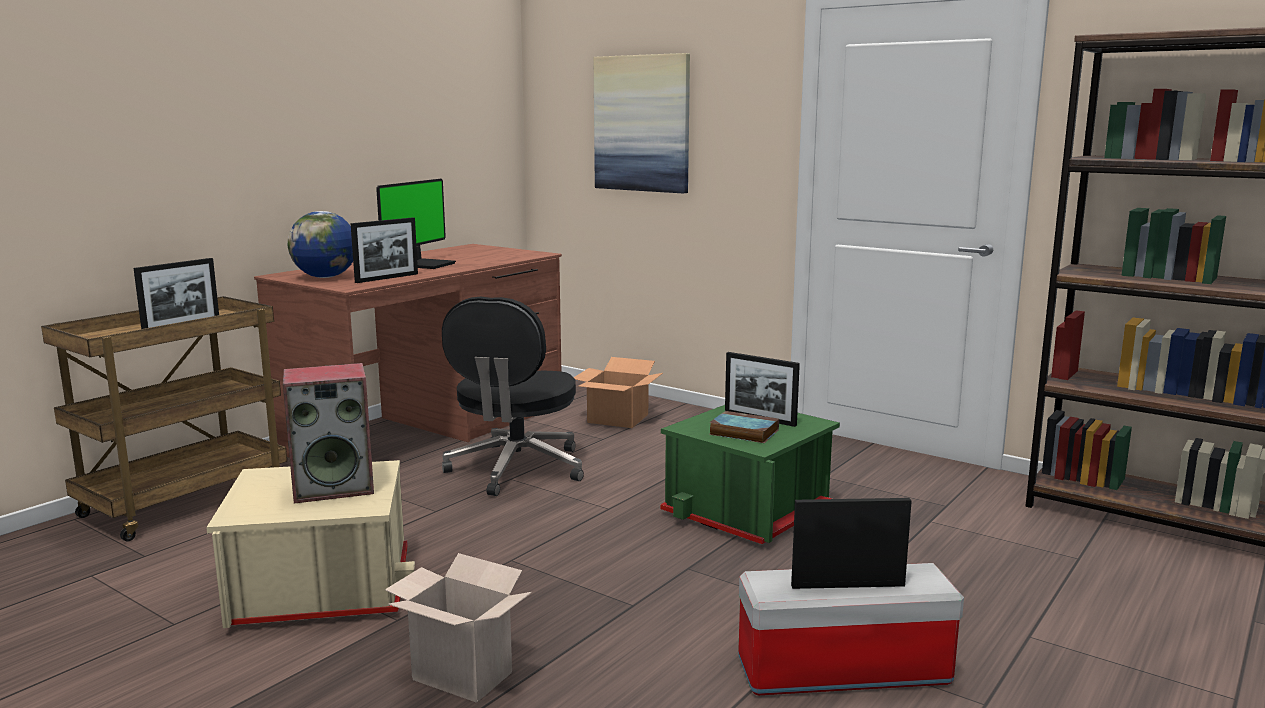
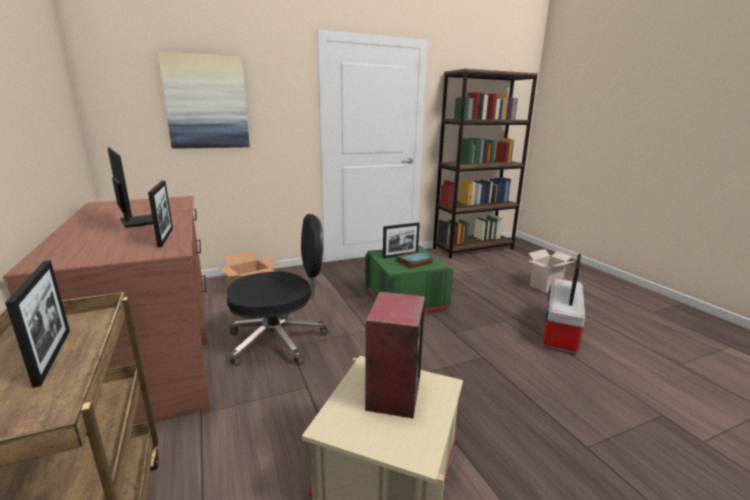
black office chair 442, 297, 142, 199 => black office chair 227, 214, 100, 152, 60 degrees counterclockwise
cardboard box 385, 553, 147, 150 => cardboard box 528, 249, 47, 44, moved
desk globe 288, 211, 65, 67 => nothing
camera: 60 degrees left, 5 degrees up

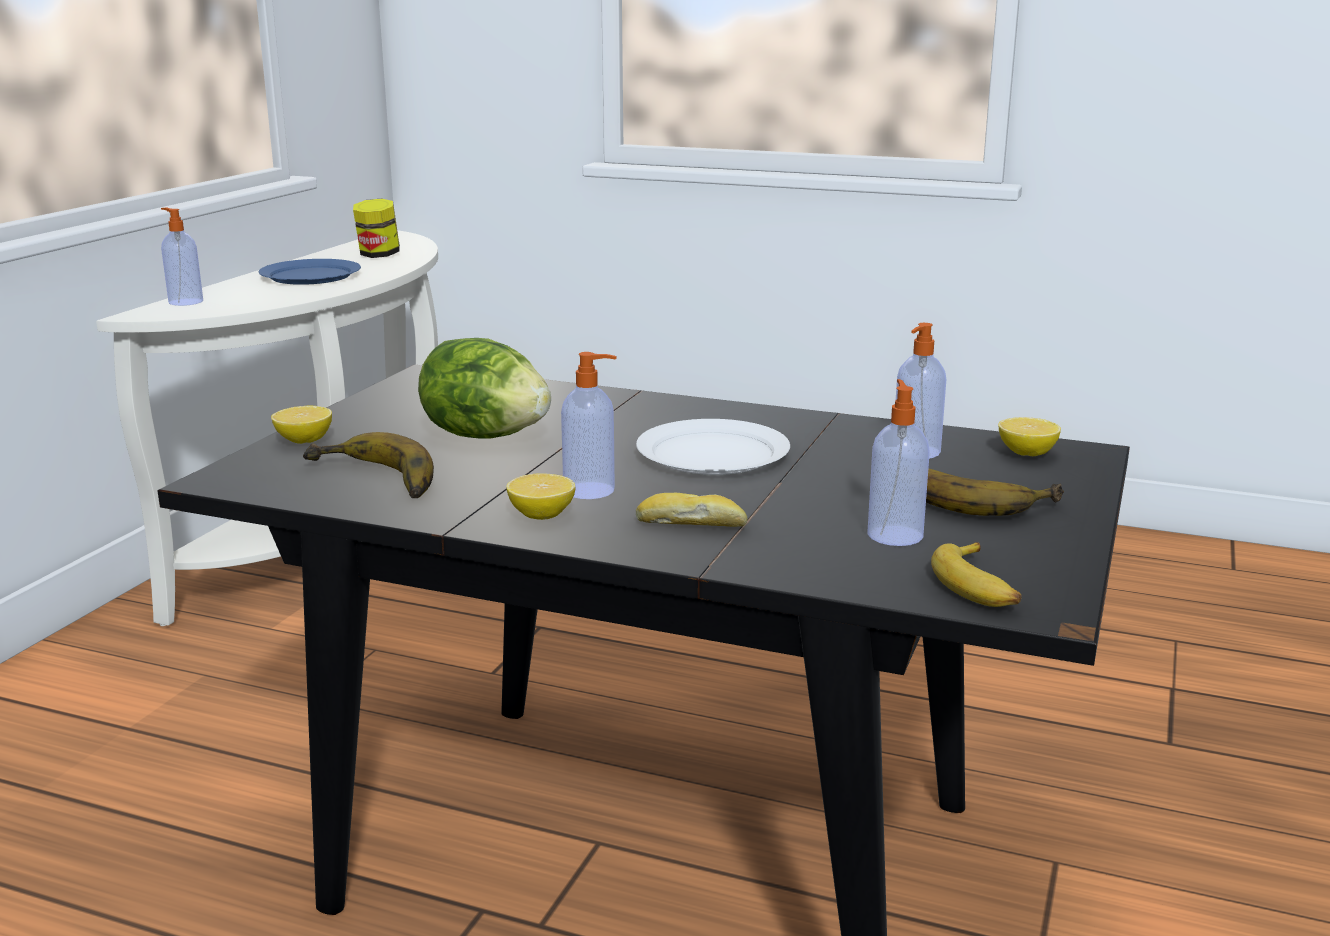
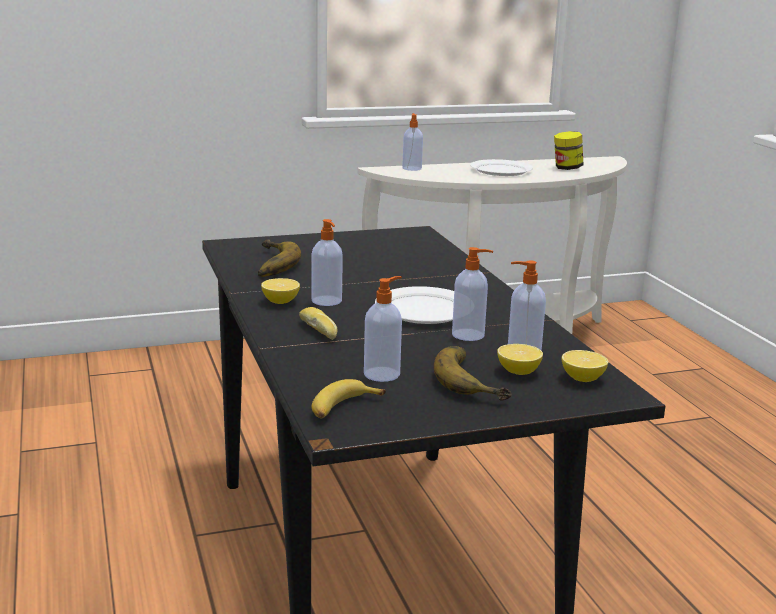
nothing => soap dispenser 452, 247, 41, 94
bluish dinner plate 259, 259, 102, 26 => whitish dinner plate 470, 159, 63, 17
whole lemon 271, 406, 61, 38 => whole lemon 497, 344, 46, 31, moved
lettuce head 418, 338, 133, 101 => nothing
camera: 50 degrees right, 0 degrees up

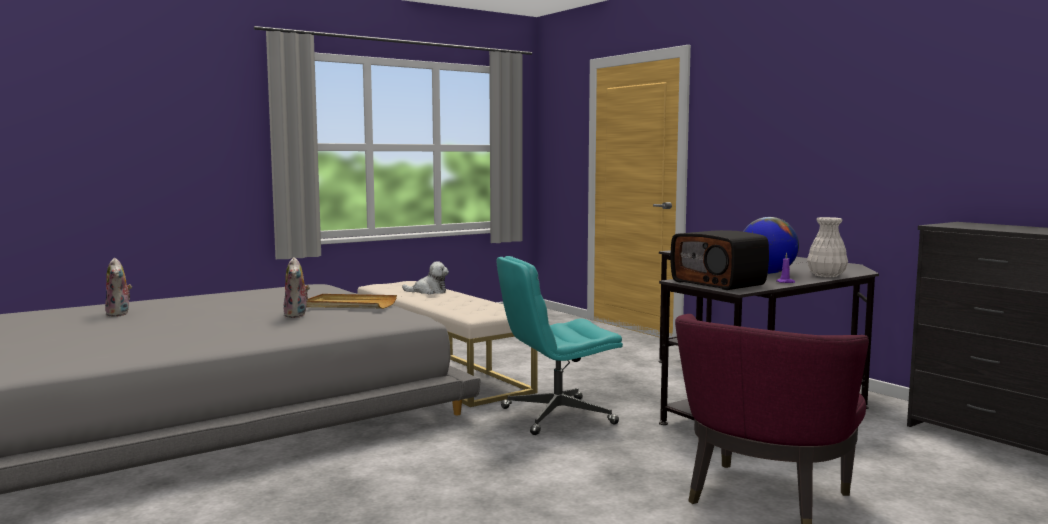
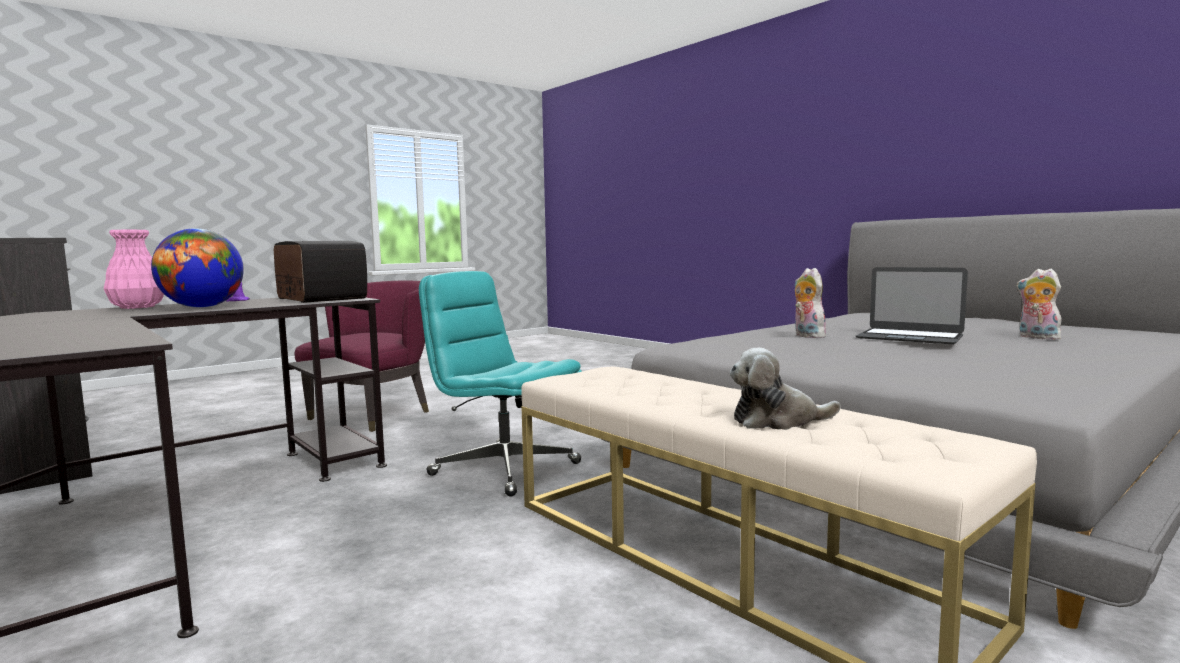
whitish decorative vase 807, 217, 41, 60 => pink-coloured decorative vase 104, 230, 60, 79
blue-green office chair 497, 256, 126, 179 => blue-green office chair 419, 271, 163, 226, 120 degrees counterclockwise
nothing => notebook computer 856, 267, 112, 77
sand-coloured serving tray 306, 294, 91, 15 => nothing
camera: 175 degrees right, 0 degrees up

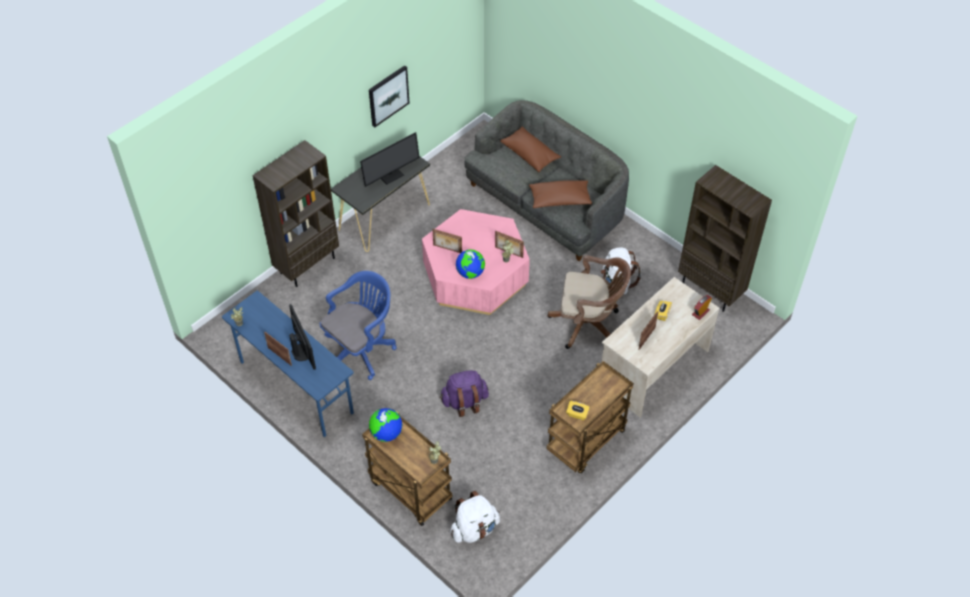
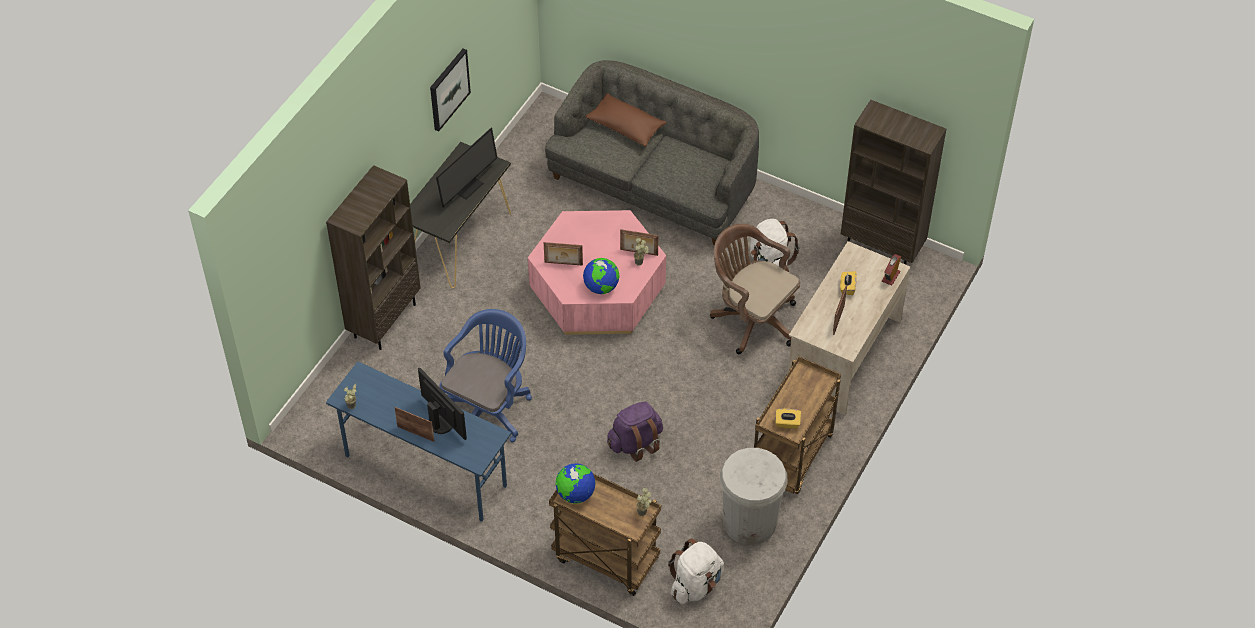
brownish office chair 548, 255, 83, 94 => brownish office chair 710, 224, 90, 130, 135 degrees counterclockwise
nothing => whitish waste bin 720, 448, 68, 97
brownish throw pillow 529, 180, 63, 28 => nothing
camera: 15 degrees left, 0 degrees up

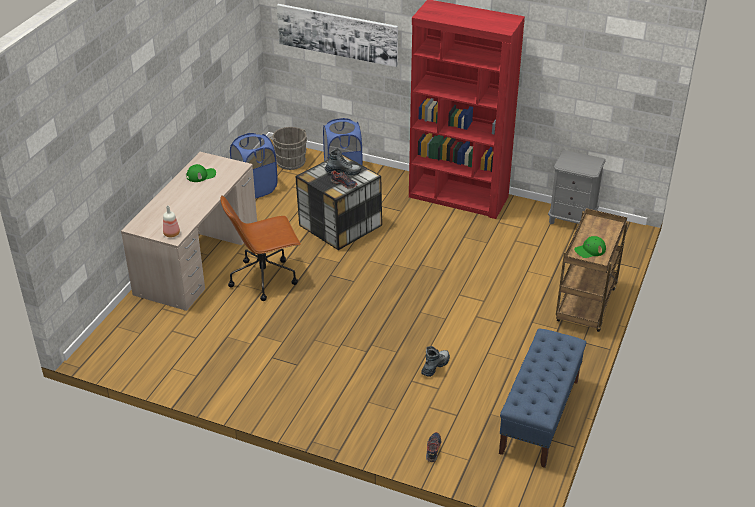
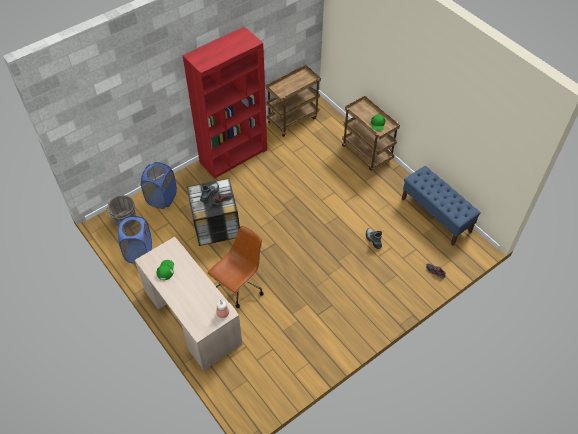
brownish office chair 220, 195, 81, 106 => brownish office chair 207, 226, 57, 82, 150 degrees counterclockwise
grey night table 548, 150, 58, 74 => brownish wheeled cart 266, 65, 55, 72
wall art 277, 4, 121, 63 => nothing
camera: 60 degrees left, 15 degrees up

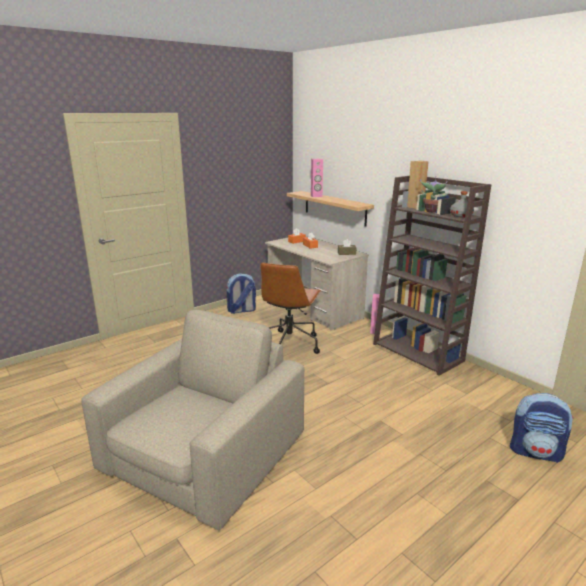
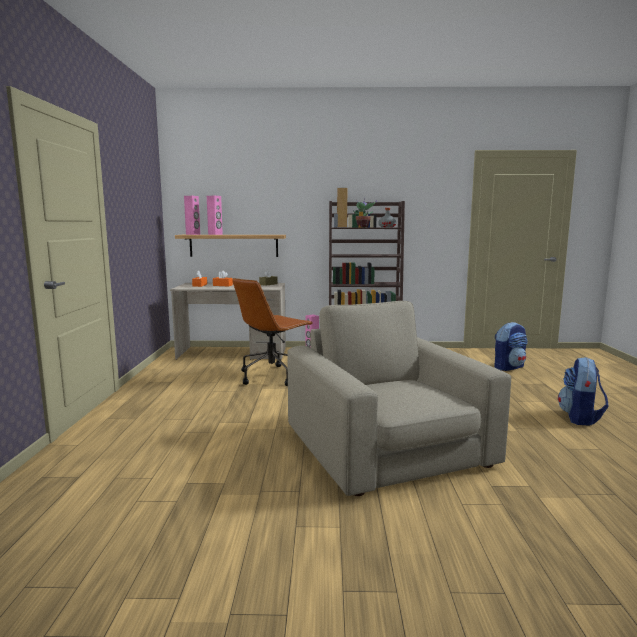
nothing => pink-coloured audio speaker 184, 196, 16, 39
brownish office chair 260, 262, 61, 92 => brownish office chair 232, 278, 81, 108, 75 degrees clockwise
backpack 226, 273, 30, 41 => backpack 558, 357, 51, 69, moved
camera: 50 degrees left, 10 degrees down

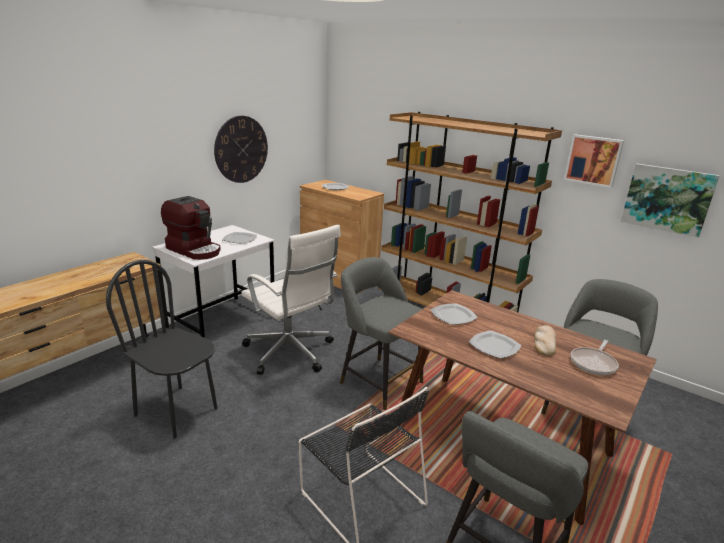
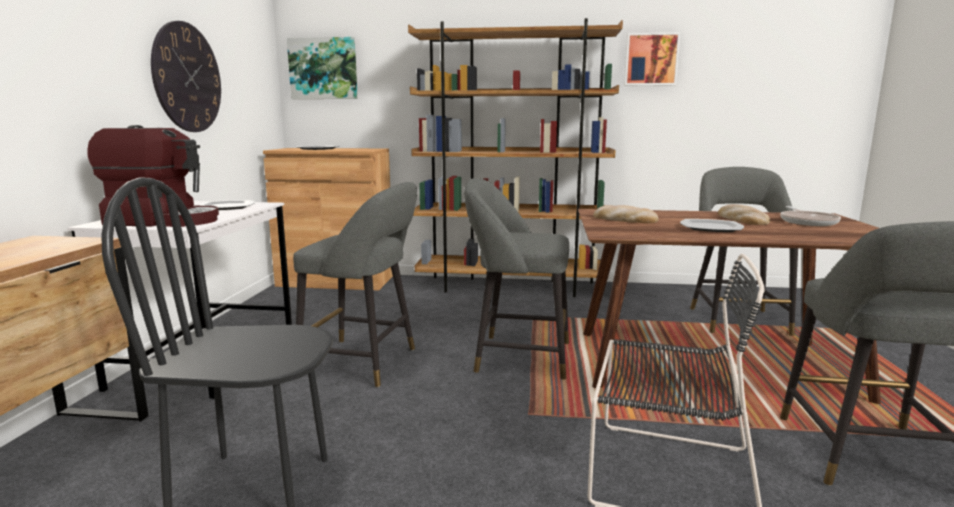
wall art 621, 163, 99, 75 => wall art 287, 37, 71, 62, moved
whitish office chair 241, 224, 100, 151 => grey stool 293, 182, 124, 205
dinner plate 431, 303, 47, 22 => bread 593, 205, 66, 18
camera: 30 degrees left, 10 degrees down

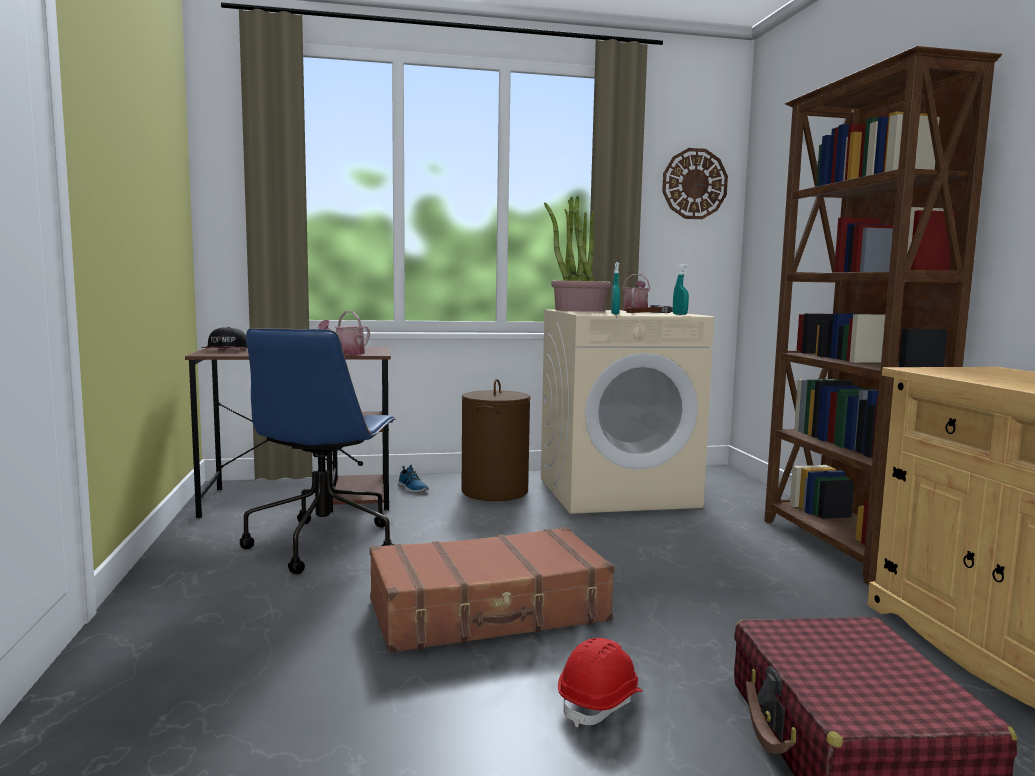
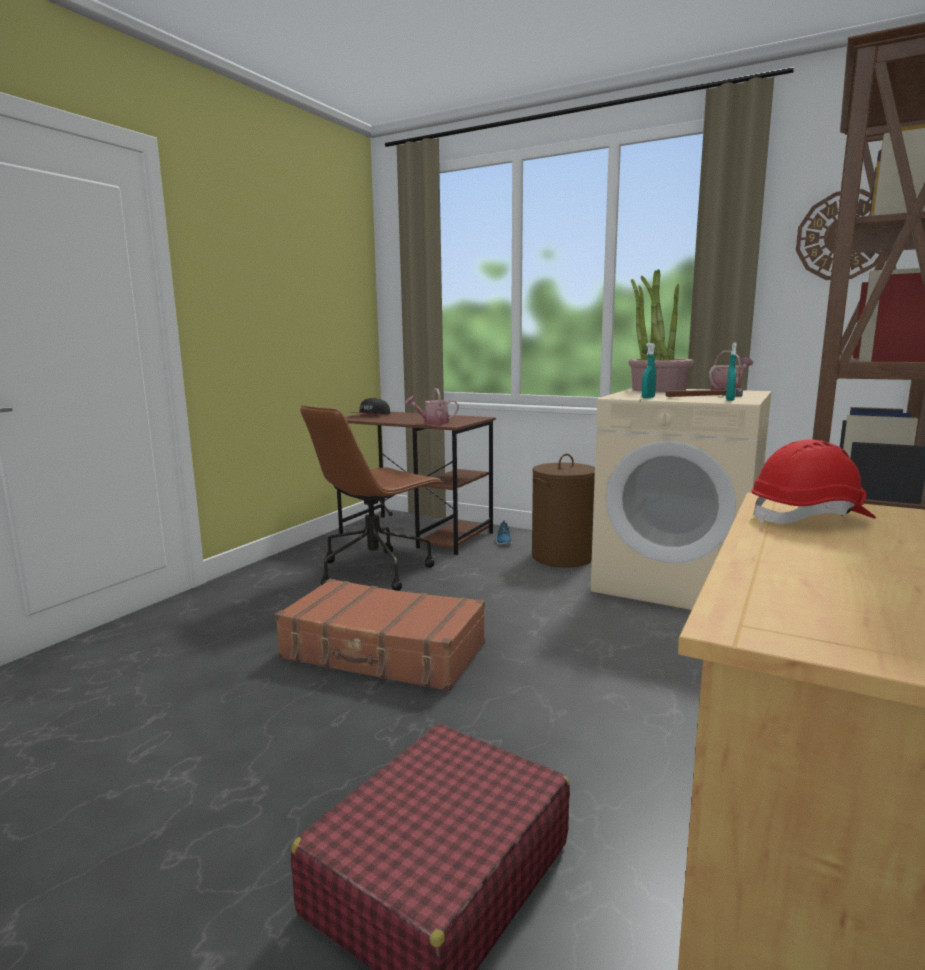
bluish office chair 240, 328, 156, 246 => brownish office chair 300, 405, 143, 186
reddish safety helmet 558, 638, 85, 90 => reddish safety helmet 752, 439, 124, 85, moved
camera: 40 degrees right, 5 degrees up

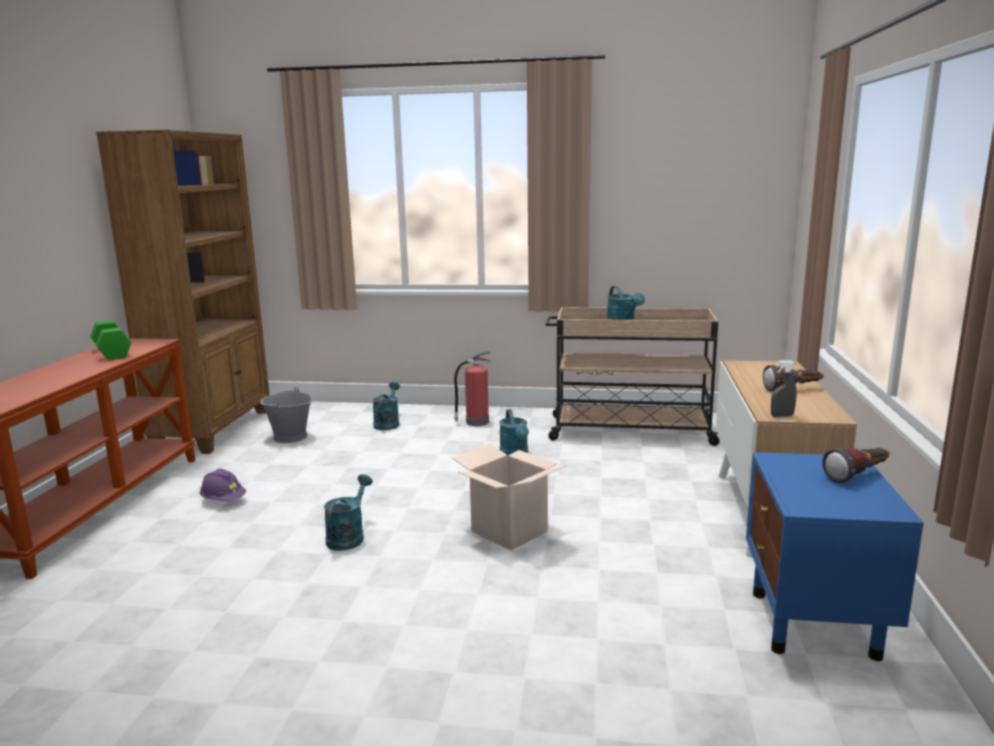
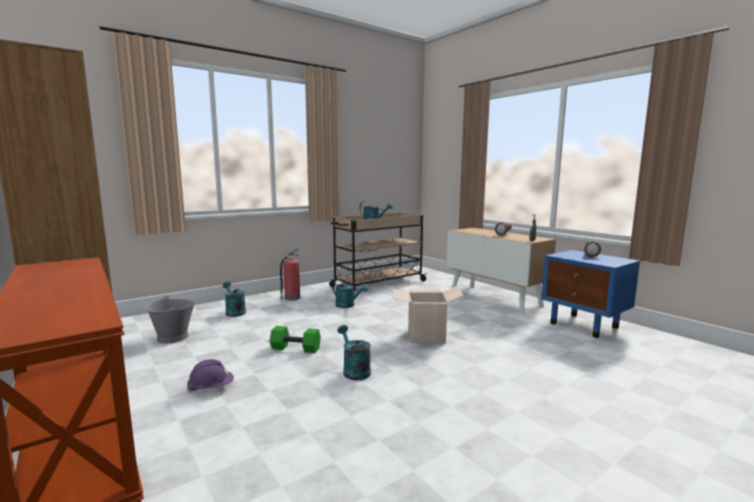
green dumbbell 90, 320, 41, 40 => green dumbbell 270, 326, 51, 27, moved
camera: 45 degrees left, 5 degrees down

